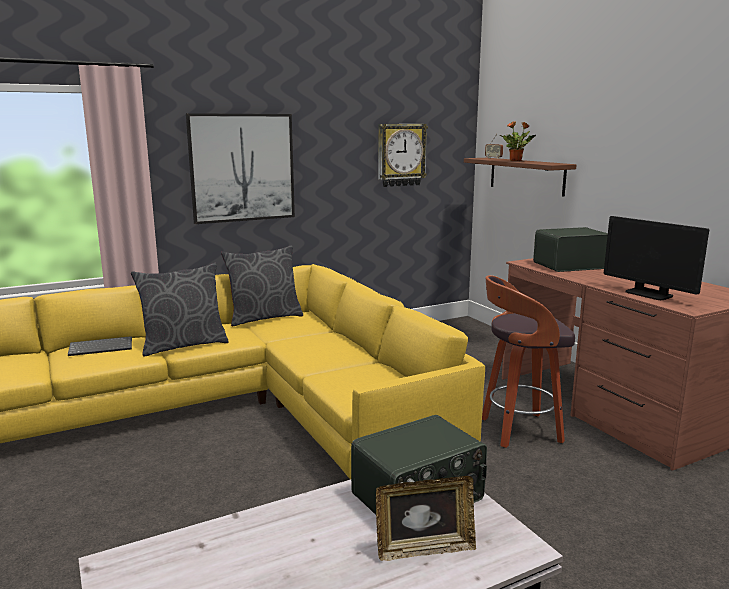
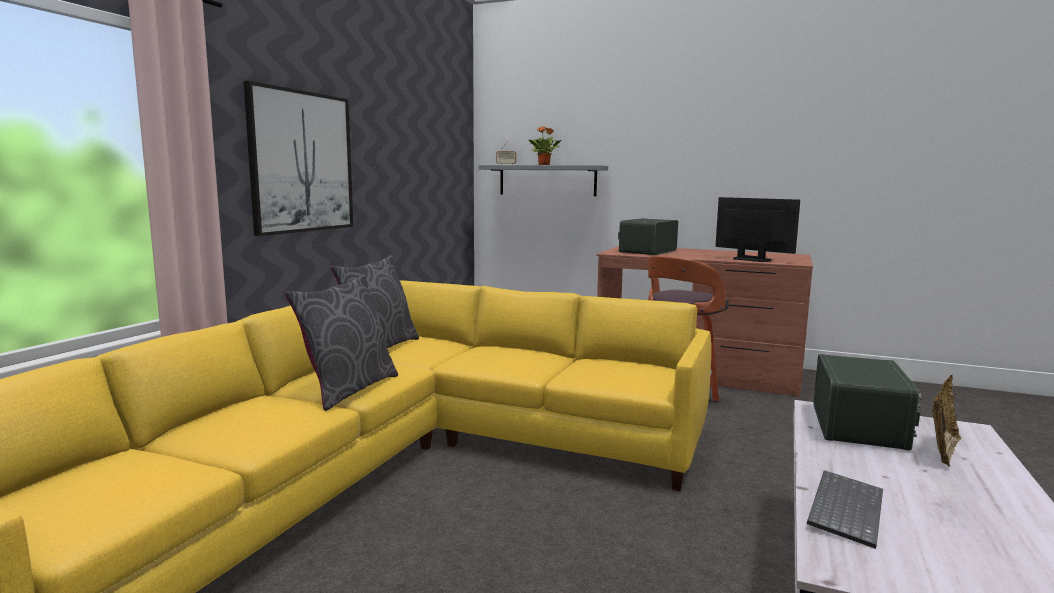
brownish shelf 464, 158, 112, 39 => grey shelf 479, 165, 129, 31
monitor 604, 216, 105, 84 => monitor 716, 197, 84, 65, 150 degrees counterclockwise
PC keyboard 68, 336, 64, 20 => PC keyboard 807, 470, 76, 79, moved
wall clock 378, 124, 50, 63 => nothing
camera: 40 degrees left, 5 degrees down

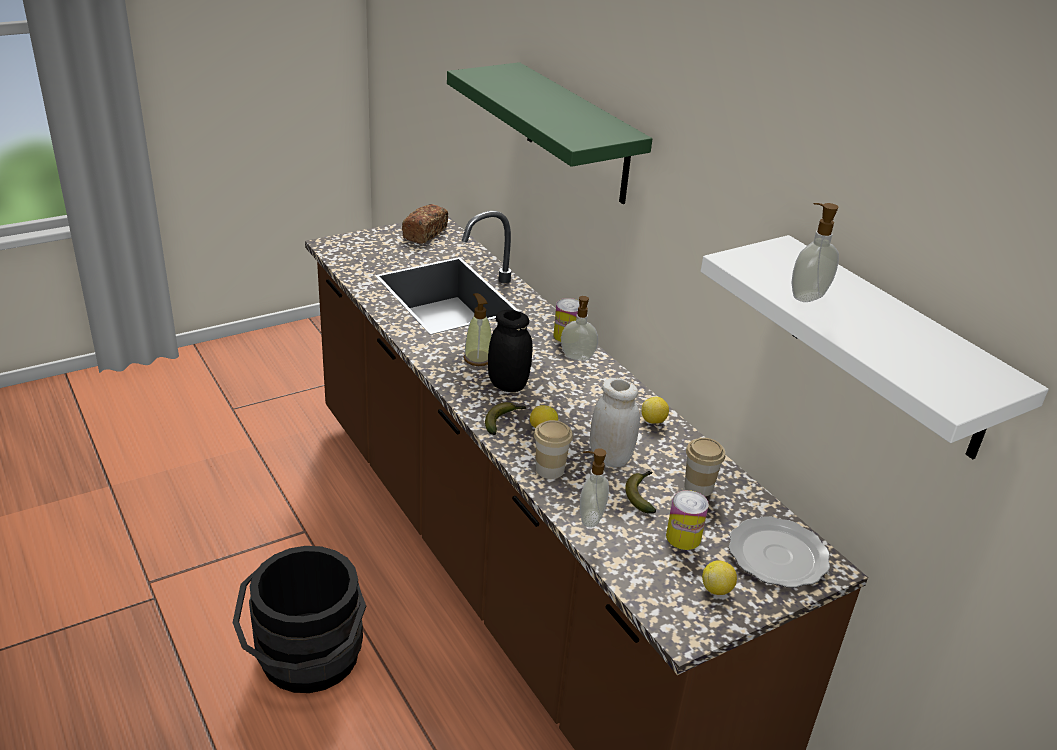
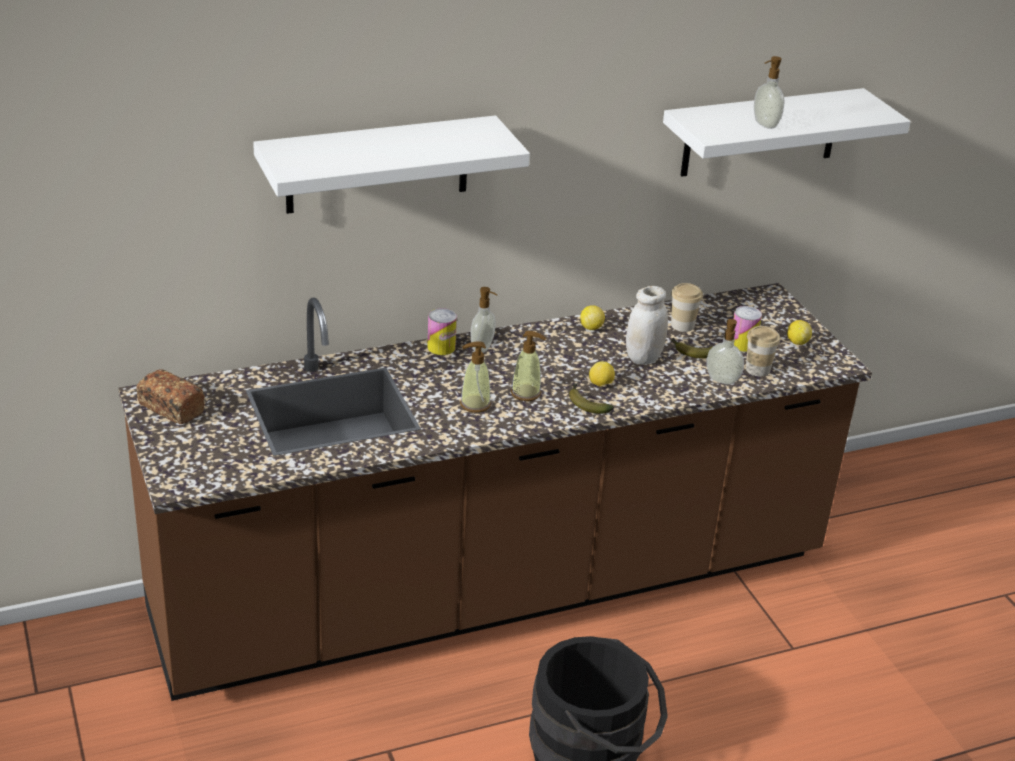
green shelf 447, 62, 205, 142 => whitish shelf 253, 115, 277, 99
black storage jar 488, 310, 45, 82 => soap dispenser 511, 331, 35, 70
drinking cup 534, 420, 39, 59 => drinking cup 746, 326, 34, 50, moved
dinner plate 729, 516, 101, 72 => nothing
camera: 80 degrees left, 0 degrees up

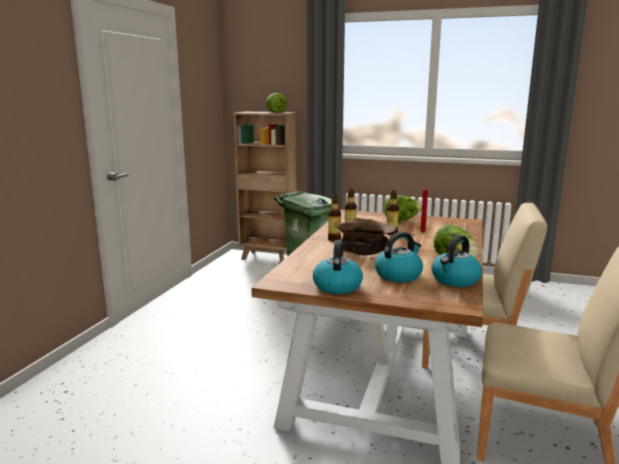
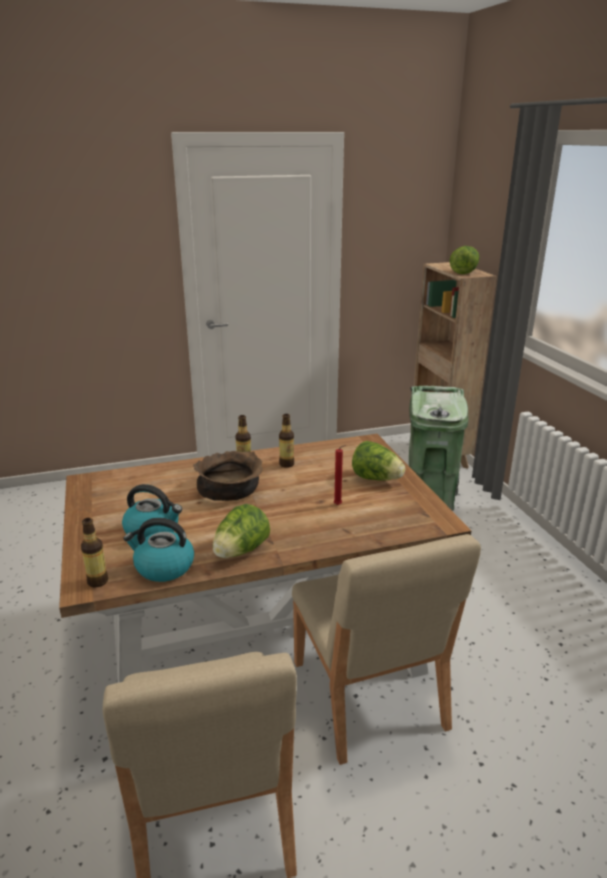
bottle 387, 190, 12, 45 => bottle 81, 518, 27, 69, moved
water kettle 313, 240, 50, 54 => nothing
camera: 55 degrees right, 10 degrees up

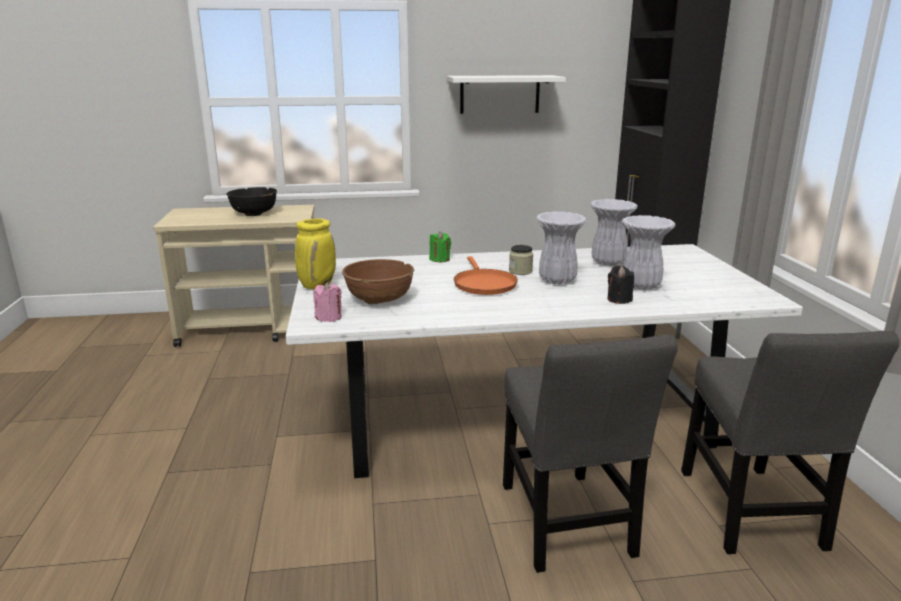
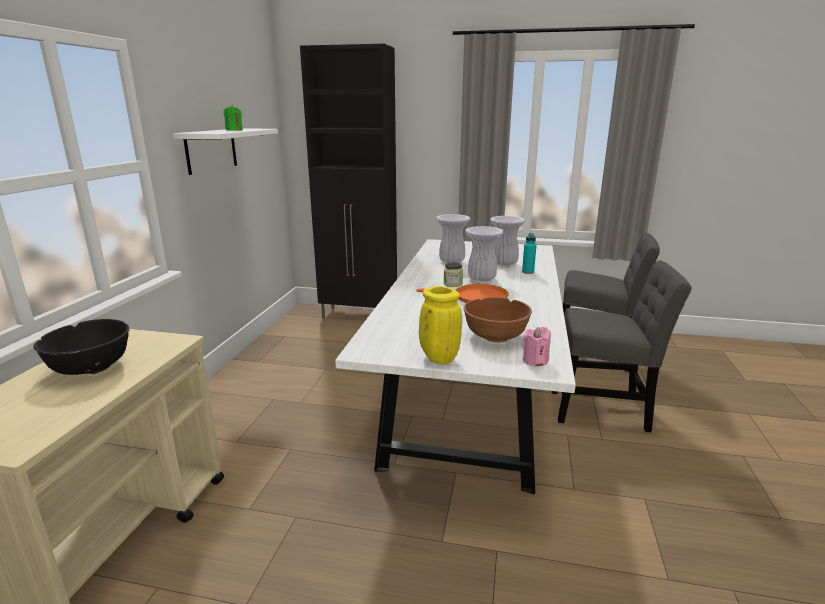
green candle 429, 231, 22, 31 => green candle 224, 105, 19, 25, moved
black candle 608, 266, 26, 38 => blue-green bottle 522, 233, 15, 41
camera: 70 degrees left, 0 degrees up

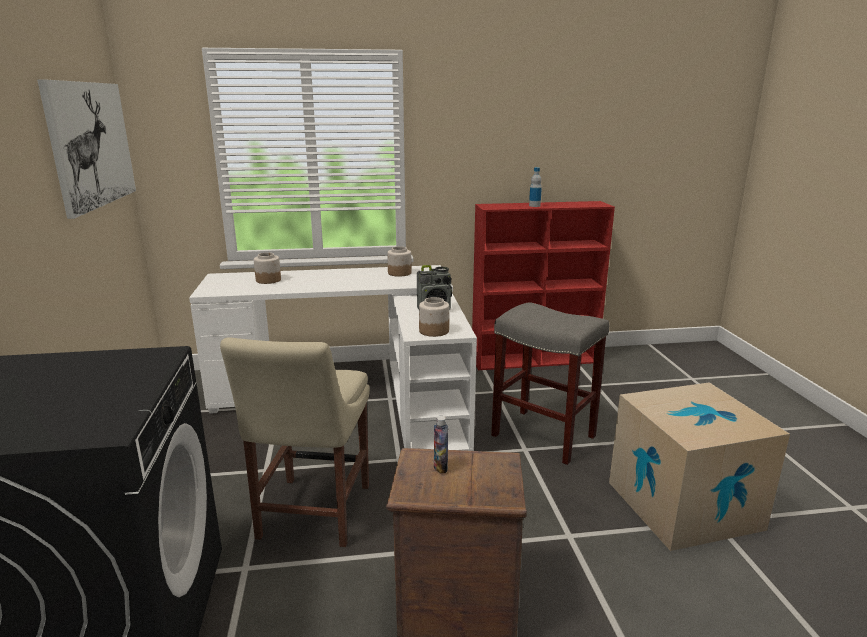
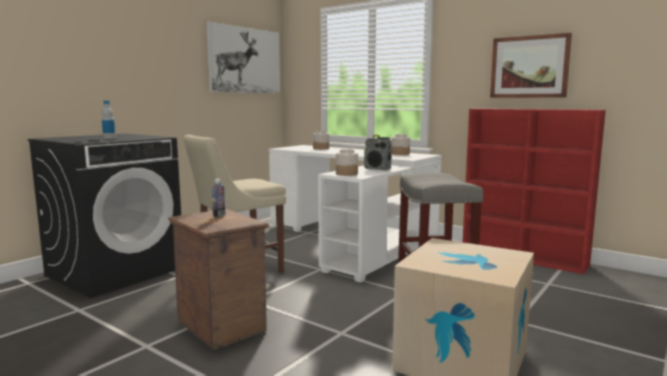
bottle 529, 167, 13, 40 => bottle 102, 101, 14, 38, moved
nothing => wall art 490, 33, 82, 65
camera: 45 degrees right, 10 degrees down

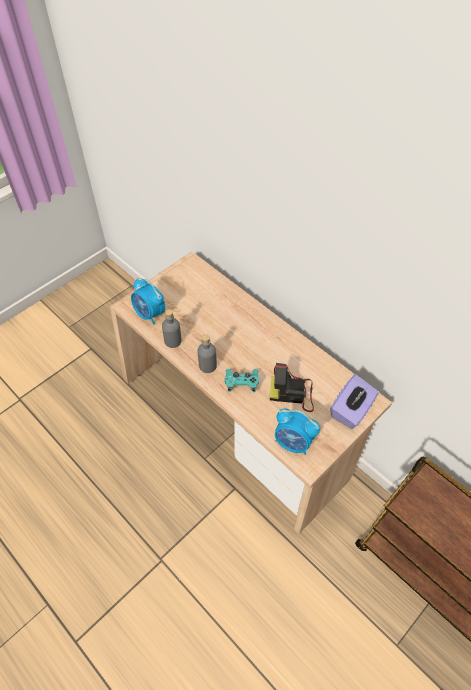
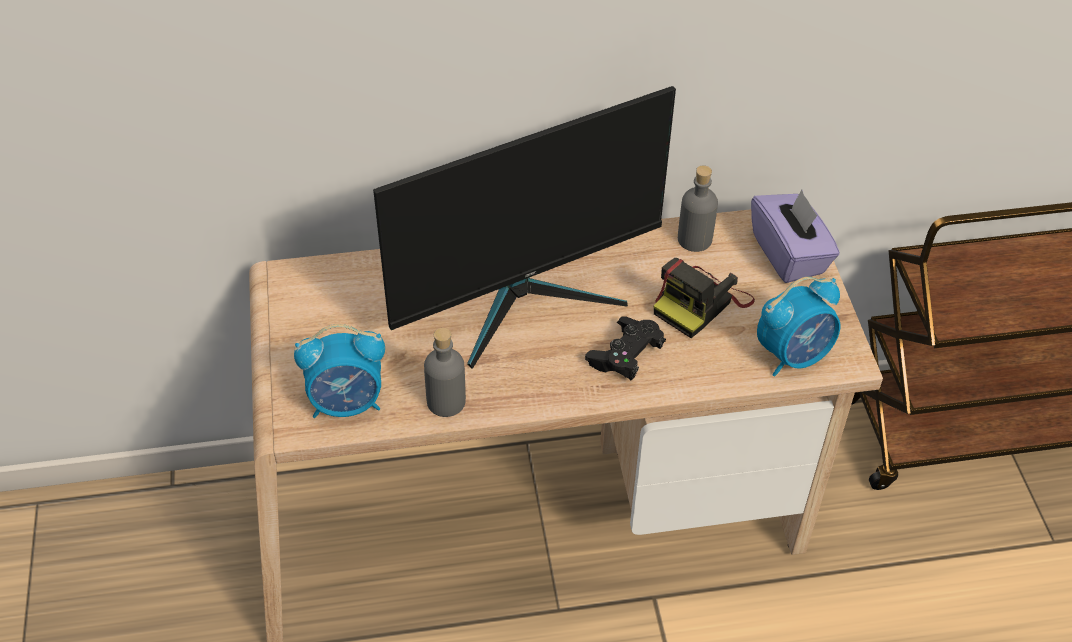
nothing => monitor 373, 86, 303, 283
blue-green gamepad 224, 369, 35, 23 => black gamepad 585, 316, 81, 64
grey bottle 197, 334, 20, 39 => grey bottle 678, 165, 40, 87, moved
camera: 55 degrees left, 5 degrees down

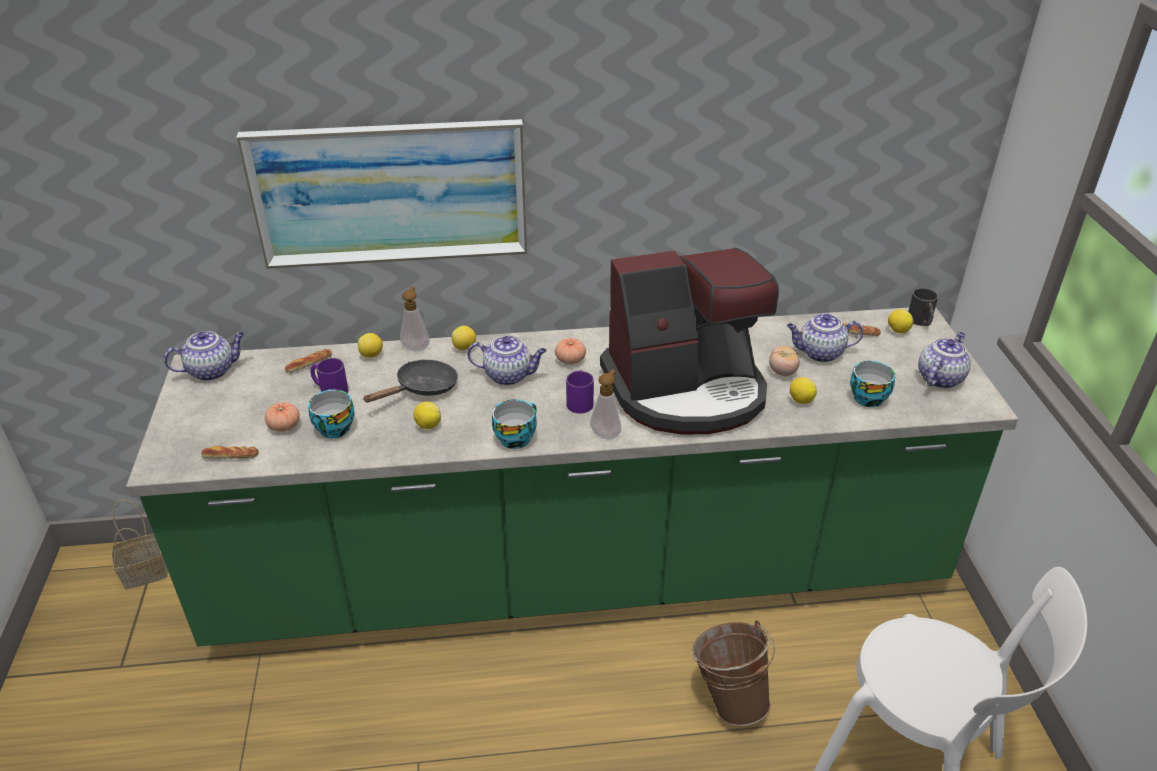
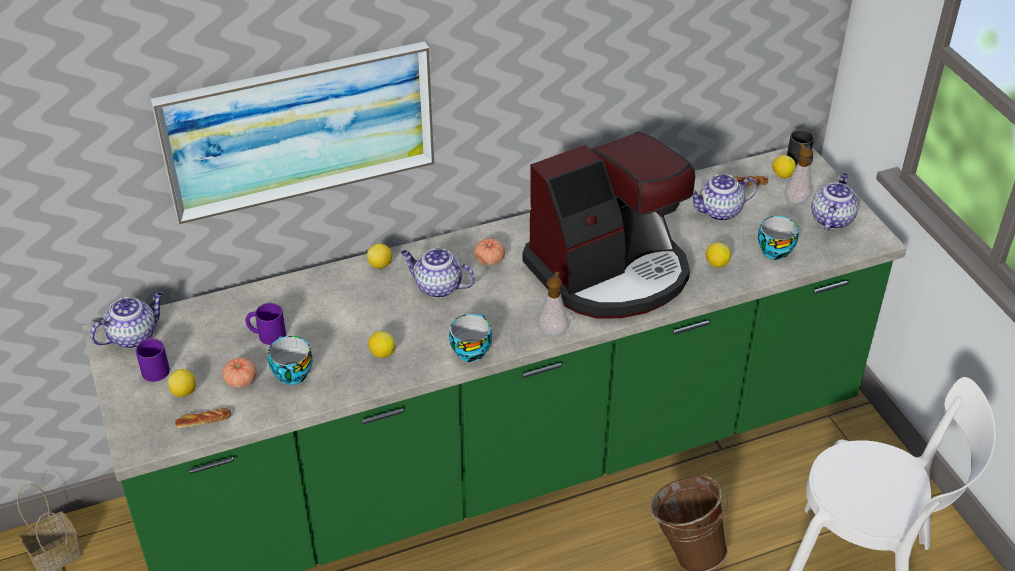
purple-coloured tea mug 566, 370, 28, 44 => purple-coloured tea mug 135, 337, 35, 45, moved
whole lemon 358, 333, 25, 25 => whole lemon 168, 369, 28, 28, moved
teapot 467, 335, 80, 50 => teapot 401, 248, 74, 50, 150 degrees counterclockwise
soap dispenser 400, 287, 30, 64 => soap dispenser 784, 143, 29, 60, moved
bread 285, 349, 47, 24 => nothing
black skillet 364, 360, 94, 42 => nothing
fresh tomato 769, 346, 31, 30 => nothing
camera: 15 degrees left, 5 degrees up

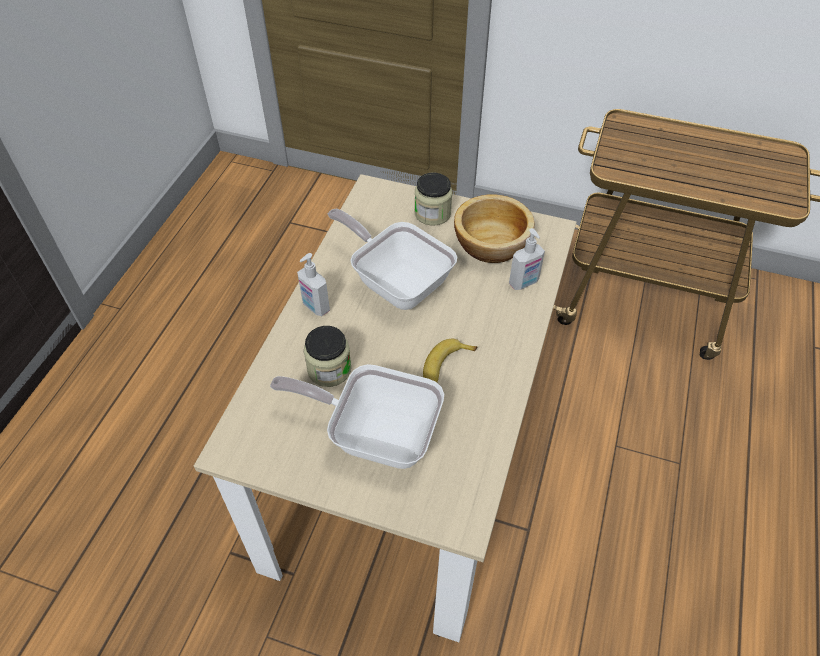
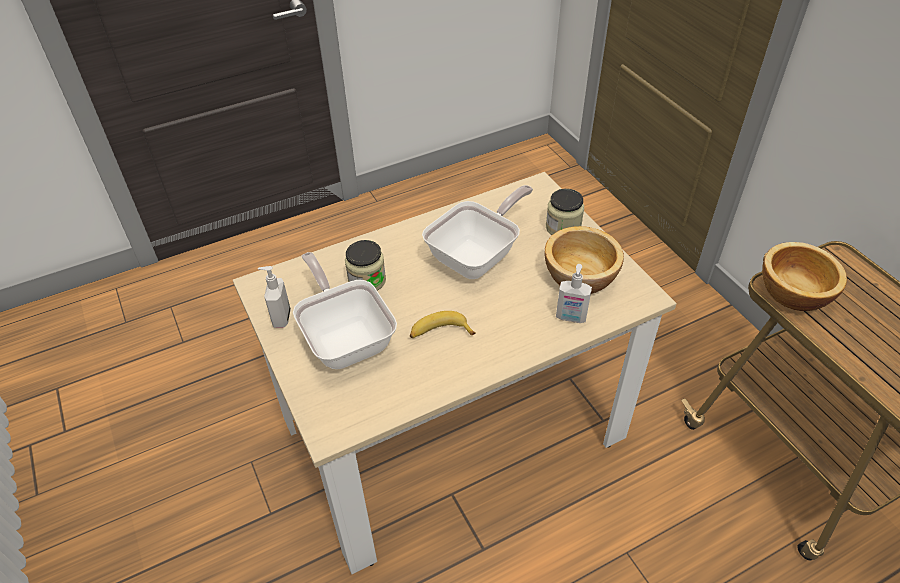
soap dispenser 297, 253, 33, 63 => soap dispenser 258, 266, 33, 62, moved
skillet 328, 209, 129, 101 => skillet 422, 185, 111, 94, 45 degrees clockwise
nothing => serving bowl 762, 242, 85, 69
camera: 45 degrees right, 5 degrees down

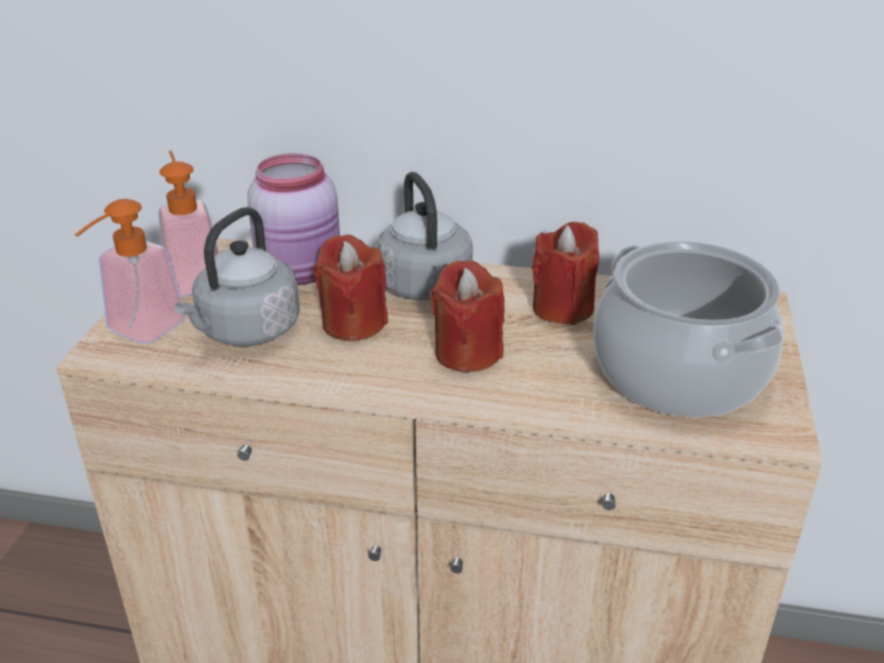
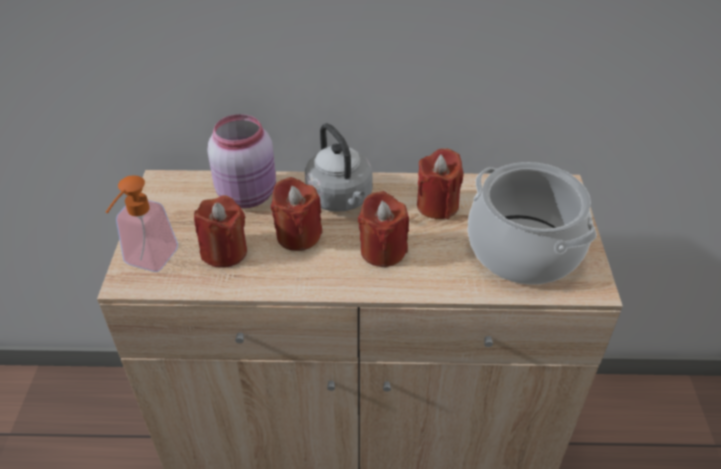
grey water kettle 174, 207, 126, 139 => reddish candle 194, 195, 53, 73
soap dispenser 158, 150, 61, 147 => nothing
camera: 10 degrees left, 10 degrees up

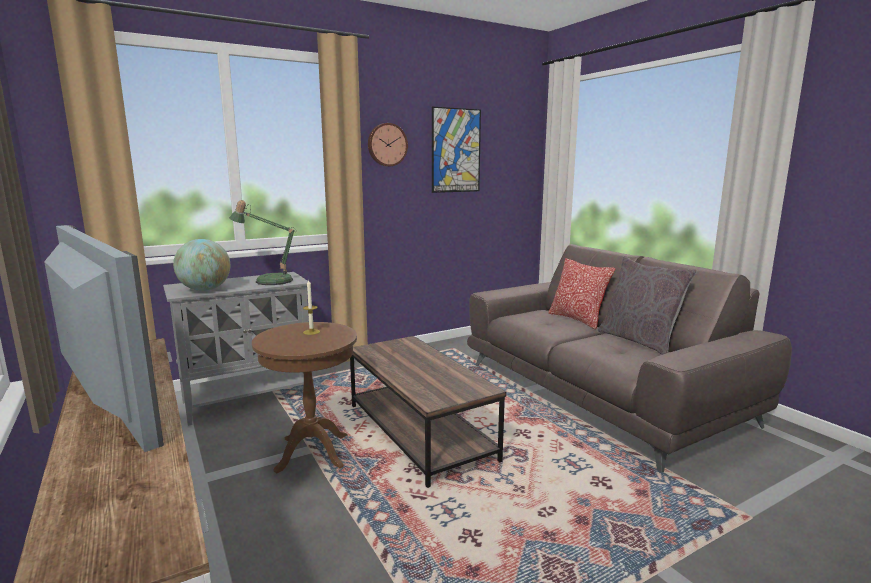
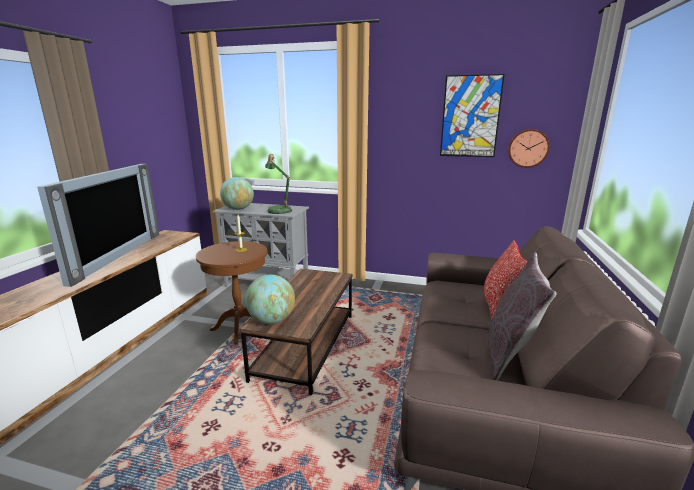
nothing => desk globe 245, 275, 50, 49
wall clock 368, 123, 40, 43 => wall clock 508, 129, 42, 39, moved
camera: 45 degrees right, 5 degrees up

